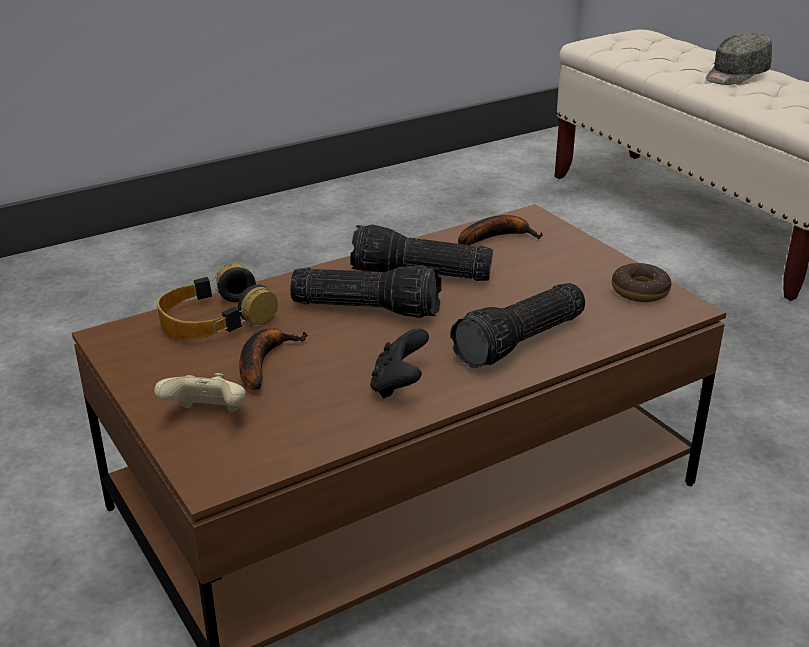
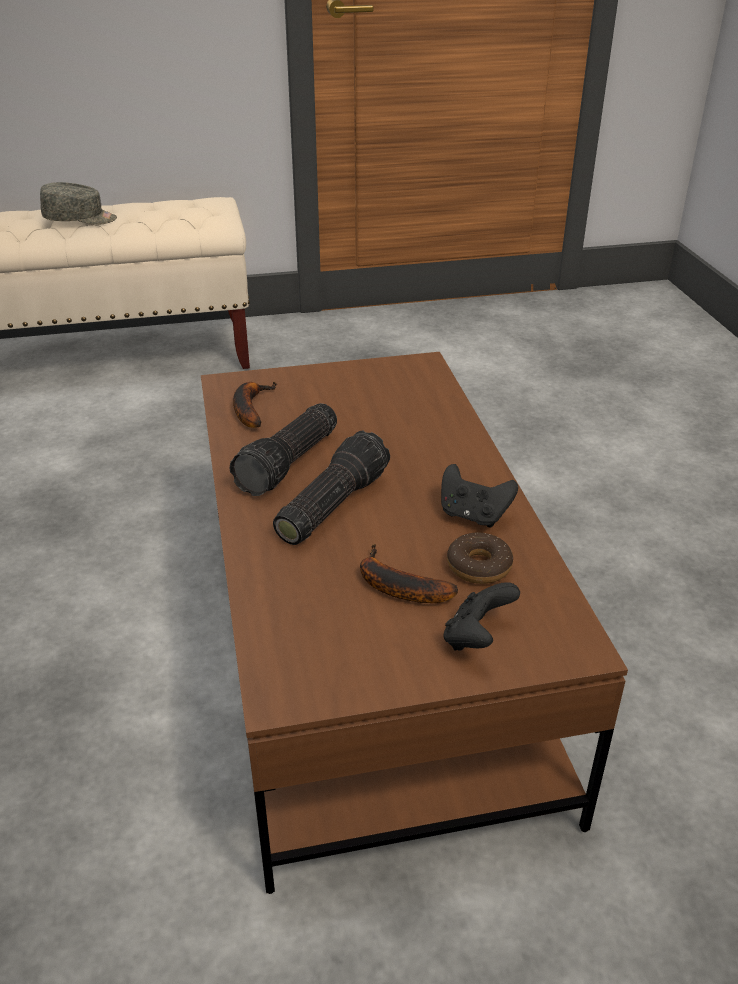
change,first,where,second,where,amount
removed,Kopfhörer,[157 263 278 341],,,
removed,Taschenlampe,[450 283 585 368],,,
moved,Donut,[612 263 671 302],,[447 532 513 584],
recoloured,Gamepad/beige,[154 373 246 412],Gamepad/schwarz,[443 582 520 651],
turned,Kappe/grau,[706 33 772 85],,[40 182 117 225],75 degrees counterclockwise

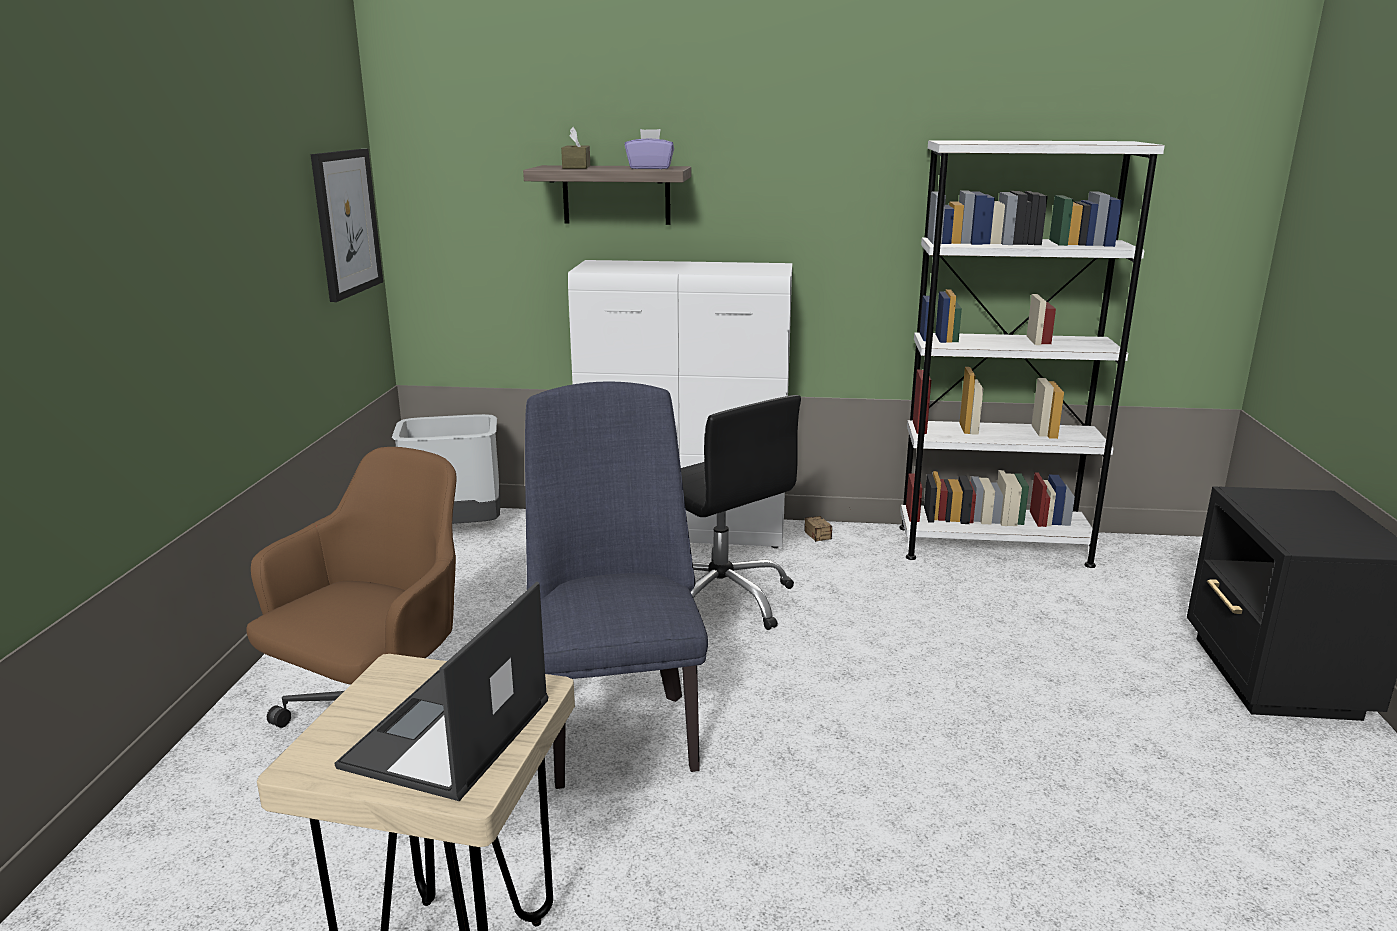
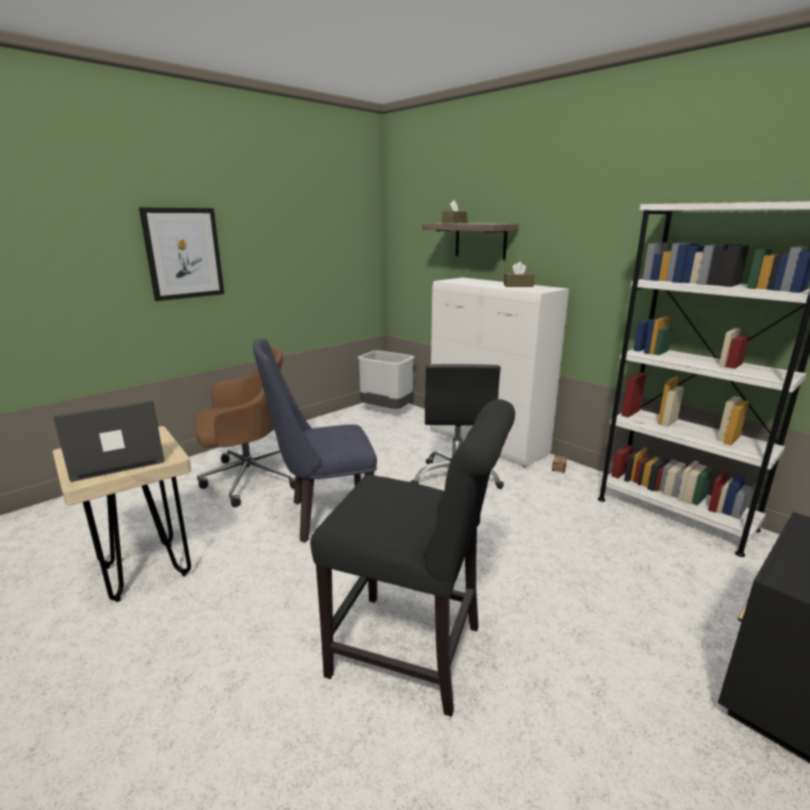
change,first,where,second,where,amount
removed,Taschentuchbox/lila,[625 129 674 169],,,
added,,,Stuhl/schwarz,[310 399 515 717],
added,,,Taschentuchbox/braun,[504 262 535 287],
moved,Bild,[311 149 383 302],,[139 207 224 301],
turned,Stuhl/blau,[525 381 708 789],,[253 339 377 543],135 degrees counterclockwise

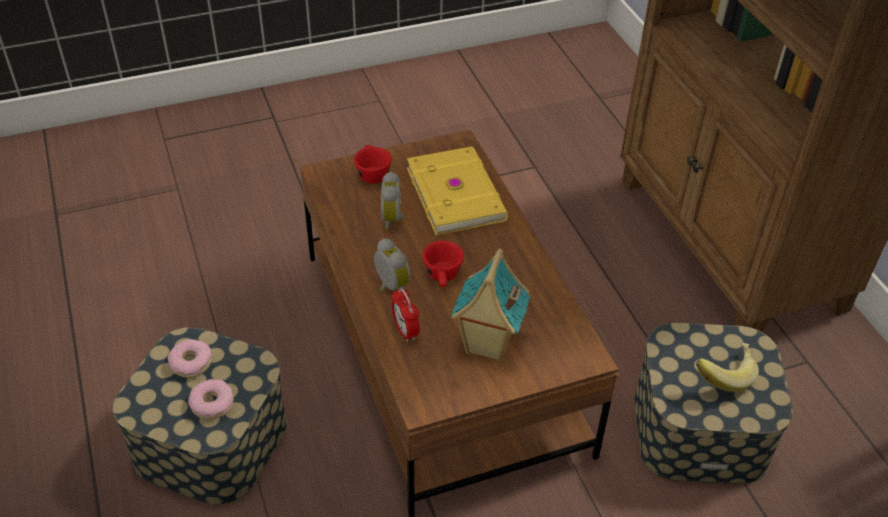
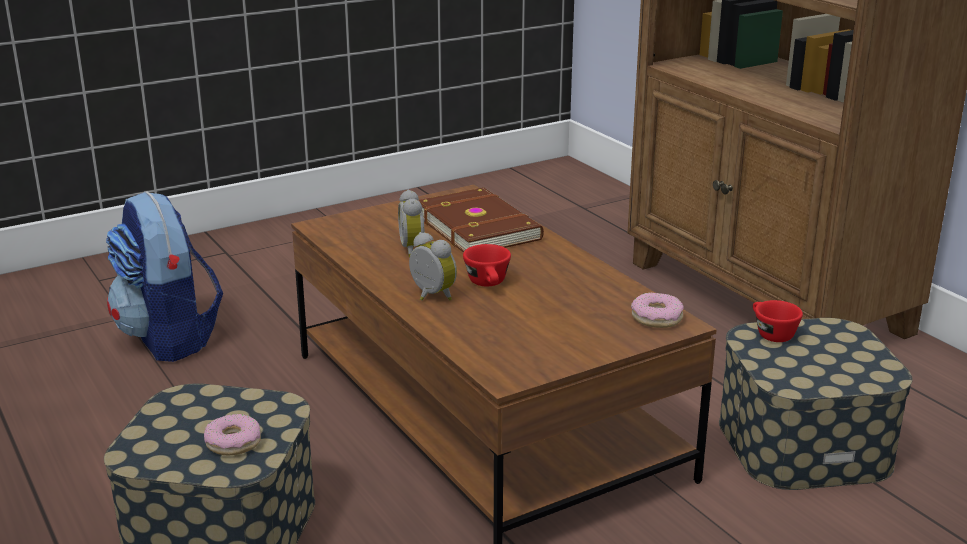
change,first,where,second,where,amount
removed,Wecker,[392 288 420 343],,,
removed,Spielzeughaus,[451 249 530 362],,,
removed,Banane,[696 343 759 392],,,
added,,,Rucksack,[106 191 223 362],
moved,Donut,[168 339 212 378],,[631 292 684 328],
moved,Tasse/rot,[354 145 392 184],,[753 300 803 342],
recoloured,Buch/gelb,[407 146 508 235],Buch/braun,[418 187 544 253],

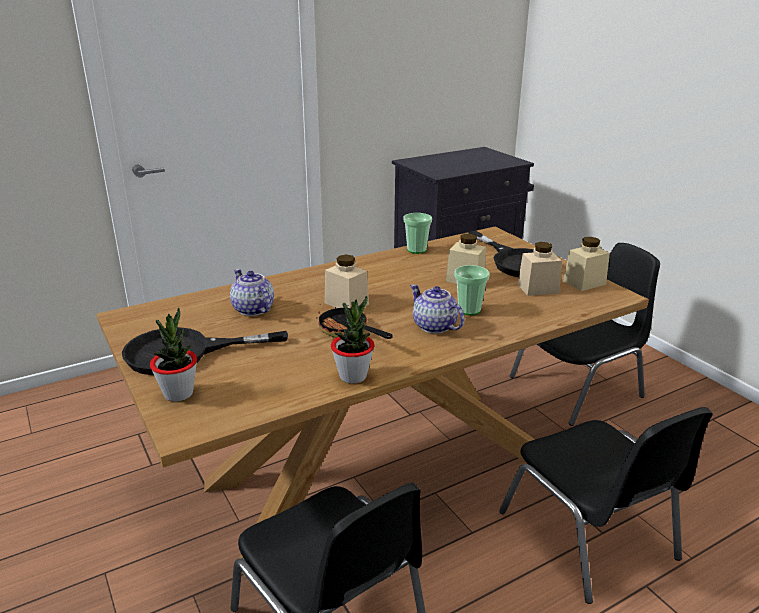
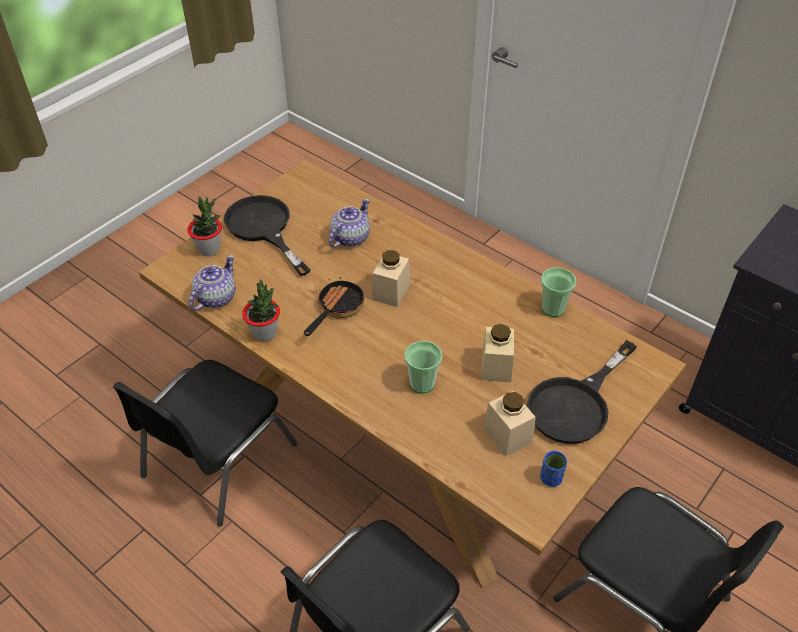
change,first,where,second,where,amount
moved,Teekanne,[410 284 465 334],,[189 255 235 311],
replaced,Vorratsglas/beige,[563 237 610 291],Tasse/blau,[540 451 567 487],

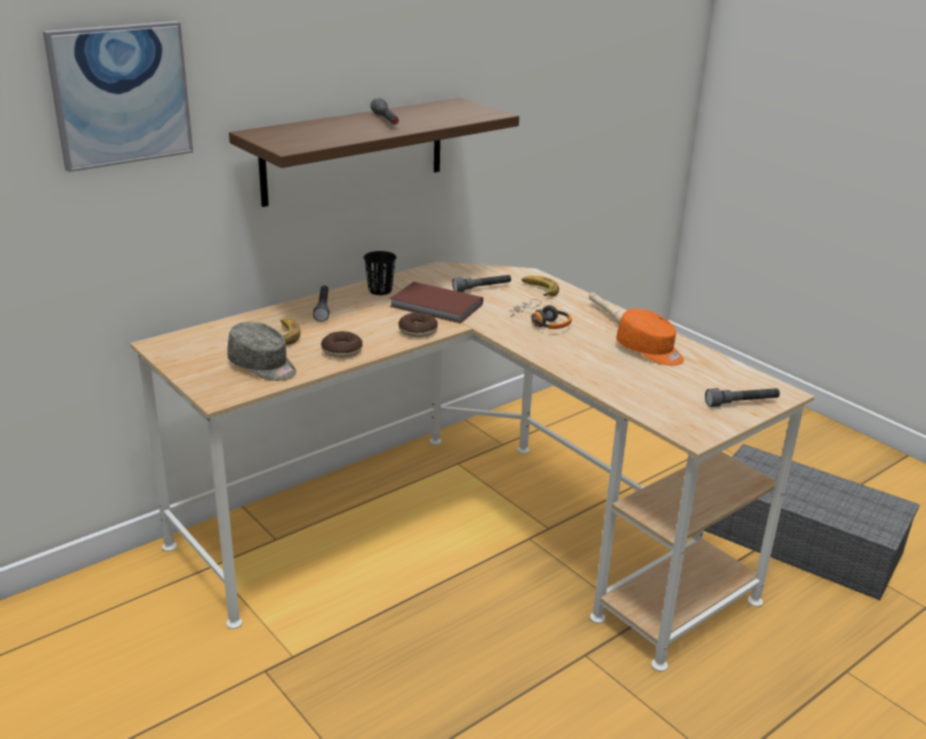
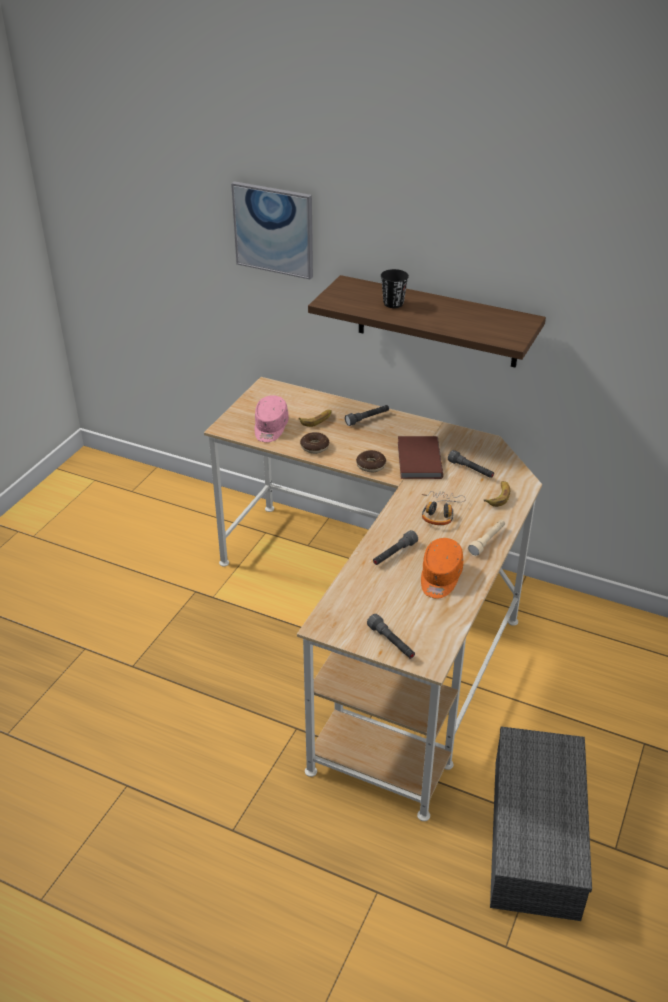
change,first,where,second,where,amount
moved,Tasse/schwarz,[364 251 397 295],,[381 269 409 308],
moved,Taschenlampe/grau,[370 98 399 125],,[373 530 418 565],
recoloured,Kappe/grau,[227 322 296 381],Kappe/rosa,[255 395 289 442],

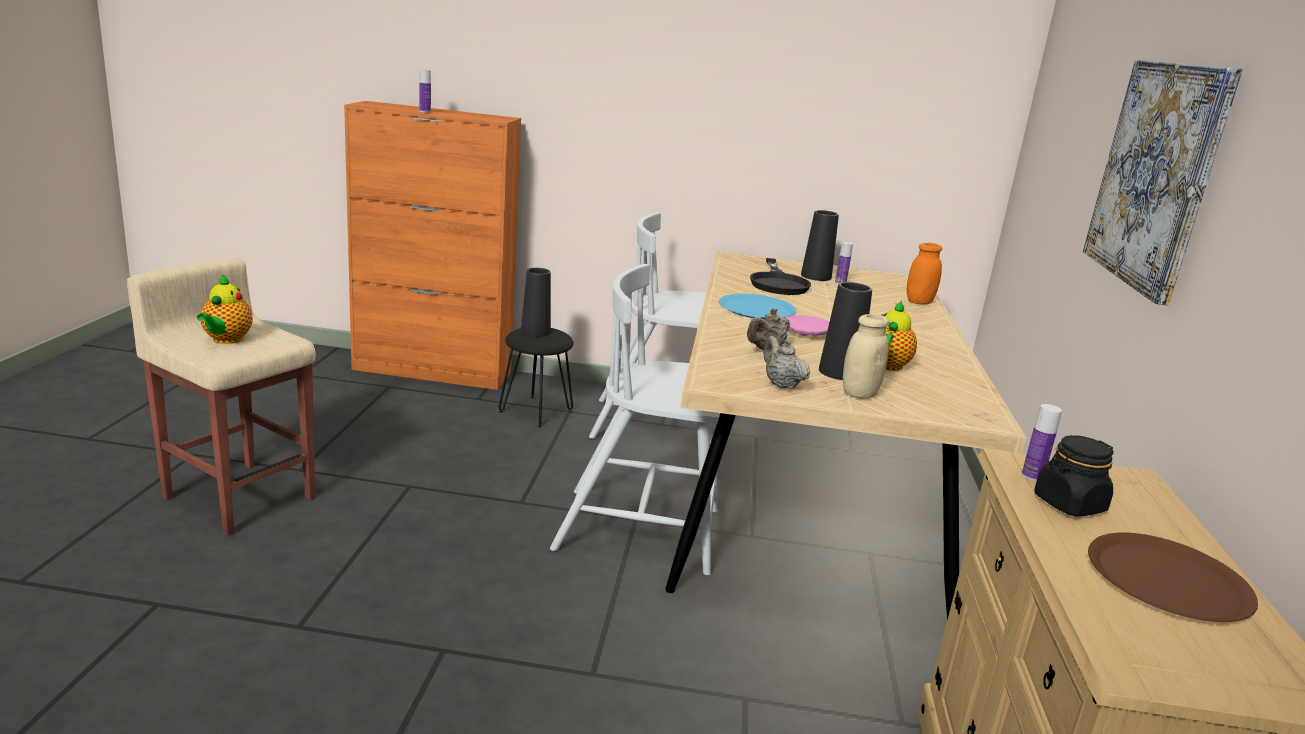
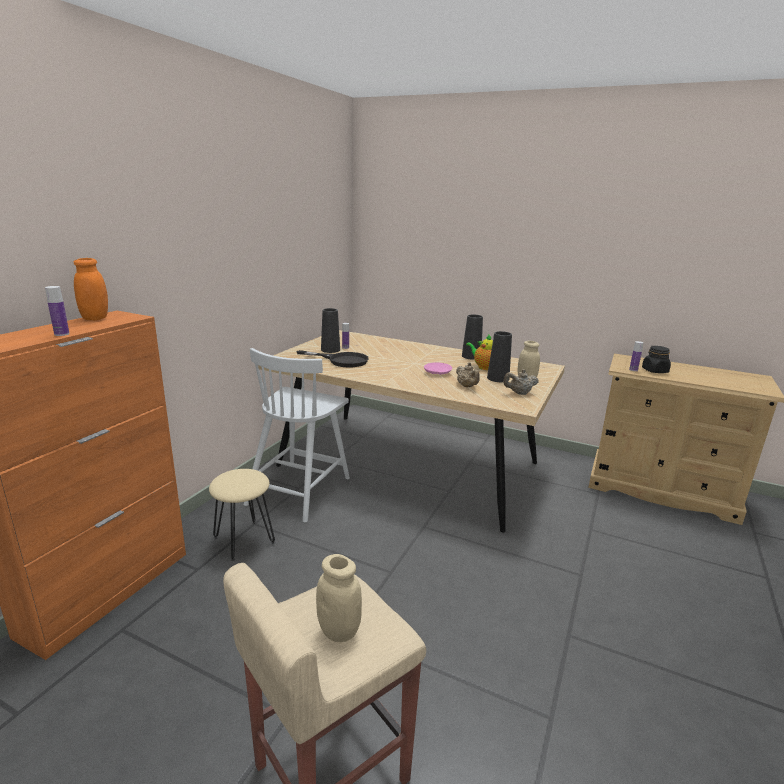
change,first,where,second,where,amount
removed,Stuhl/weiß,[550 264 720 576],,,
removed,Teller/blau,[719 294 796 319],,,
removed,Bild,[1083 60 1243 305],,,
removed,Teller/braun,[1088 532 1258 622],,,
moved,Vase/schwarz,[521 268 551 337],,[462 315 483 360],
moved,Vorratsglas/orange,[907 243 942 304],,[74 258 108 320],
replaced,Teekanne,[197 275 253 344],Vorratsglas/beige,[316 554 362 642],
recoloured,Hocker/schwarz,[498 328 574 428],Hocker/beige,[209 469 275 561],

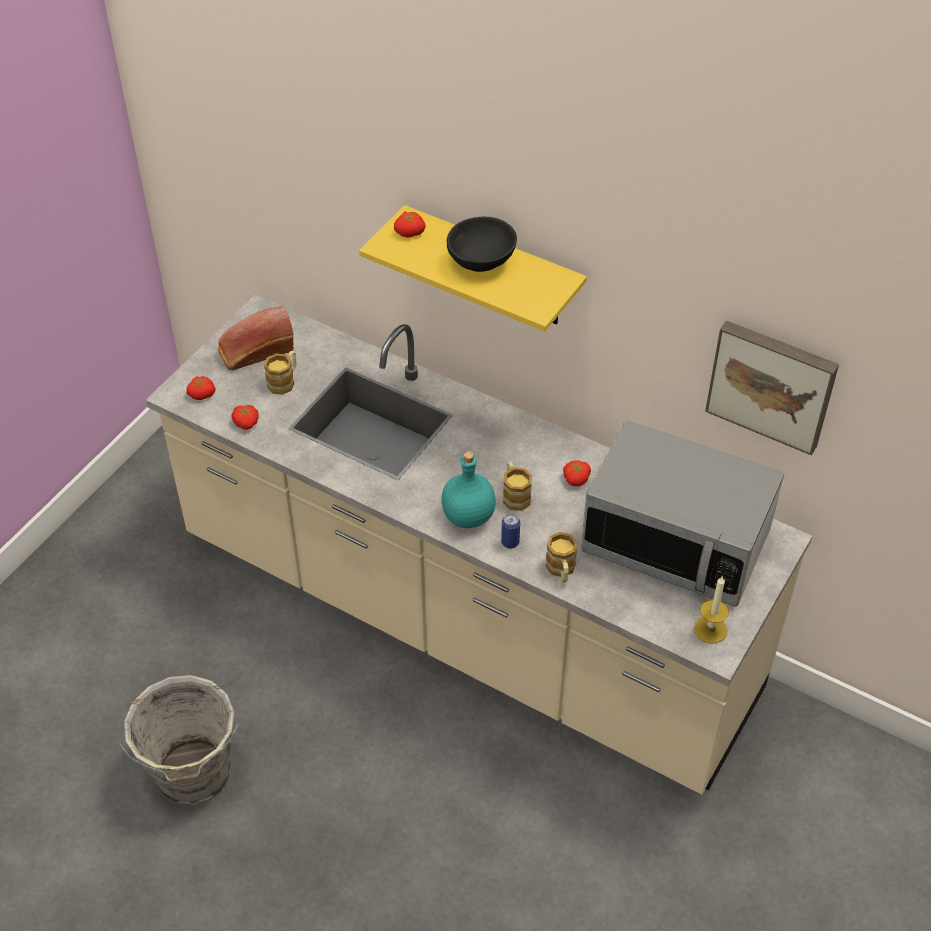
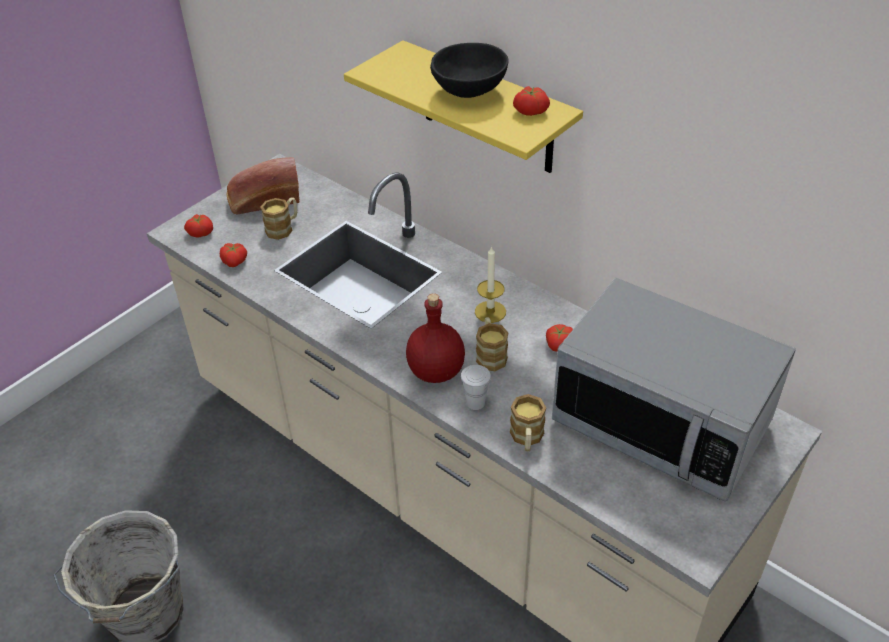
change,first,where,second,where,amount
removed,Bild,[705 320 839 455],,,
moved,Tomate,[394 211 426 238],,[513 86 550 116],
moved,Kerze,[694 577 729 644],,[475 246 506 323],
replaced,Dose,[501 513 520 549],Tasse/weiß,[461 365 491 410],
recoloured,Flasche/türkis,[441 451 496 528],Flasche/rot,[406 293 465 383],

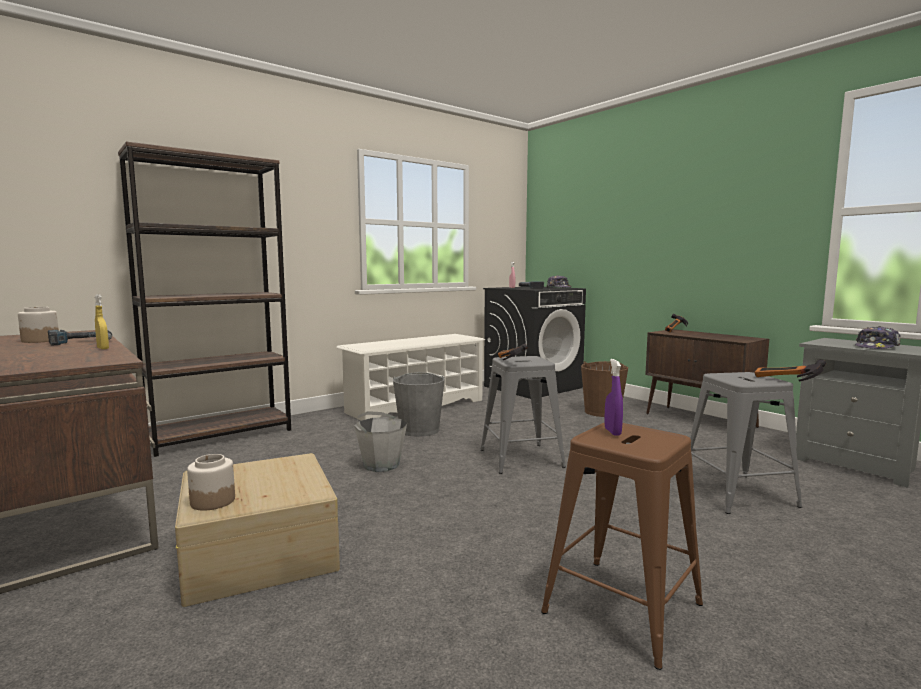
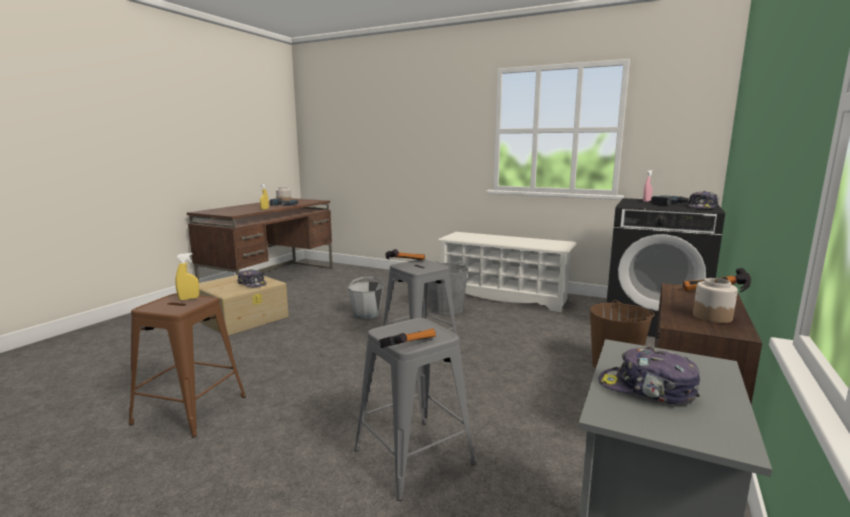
change,first,where,second,where,amount
removed,Bücherregal/braun,[118 141 291 457],,,
added,,,Kappe,[238 269 266 287],
moved,Vorratsglas,[187 454 235 511],,[693 278 738 323],
recoloured,Sprühflasche/lila,[604 359 623 436],Sprühflasche/gelb,[175 253 199 300],

